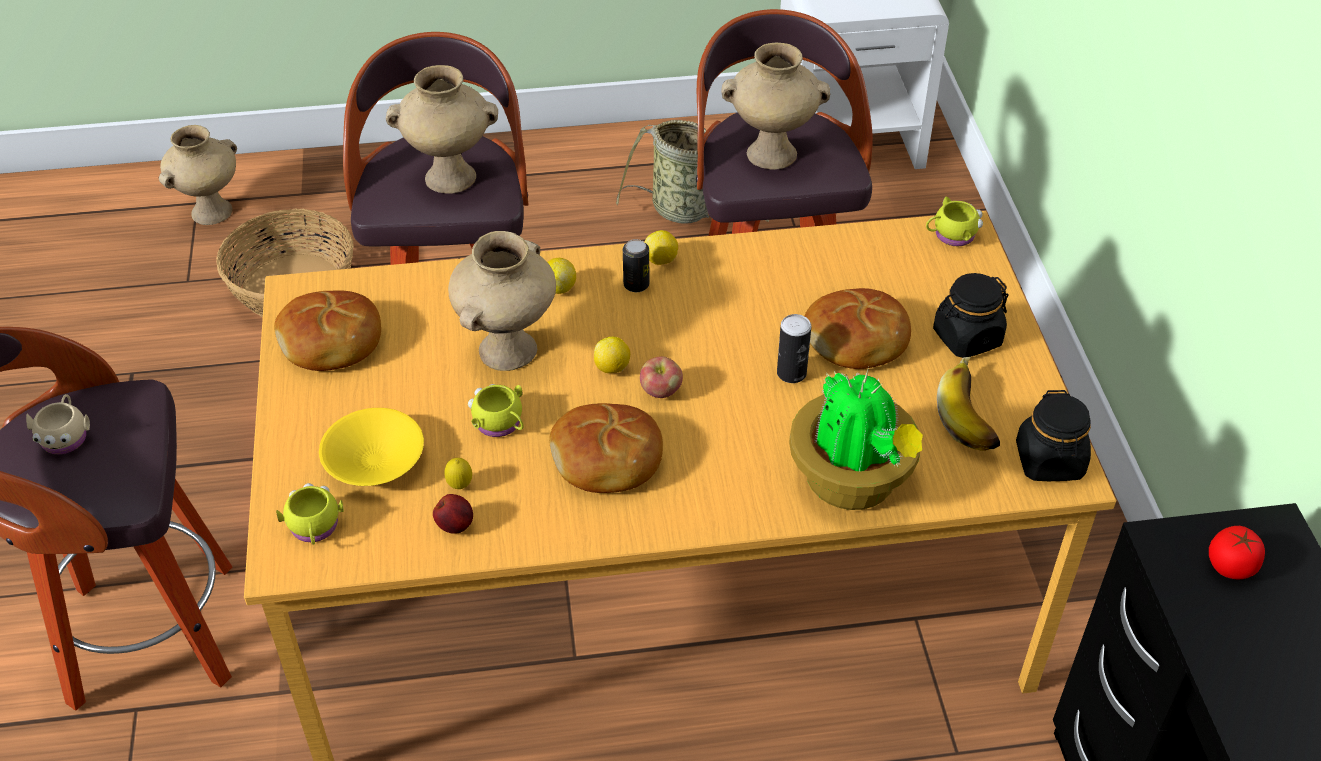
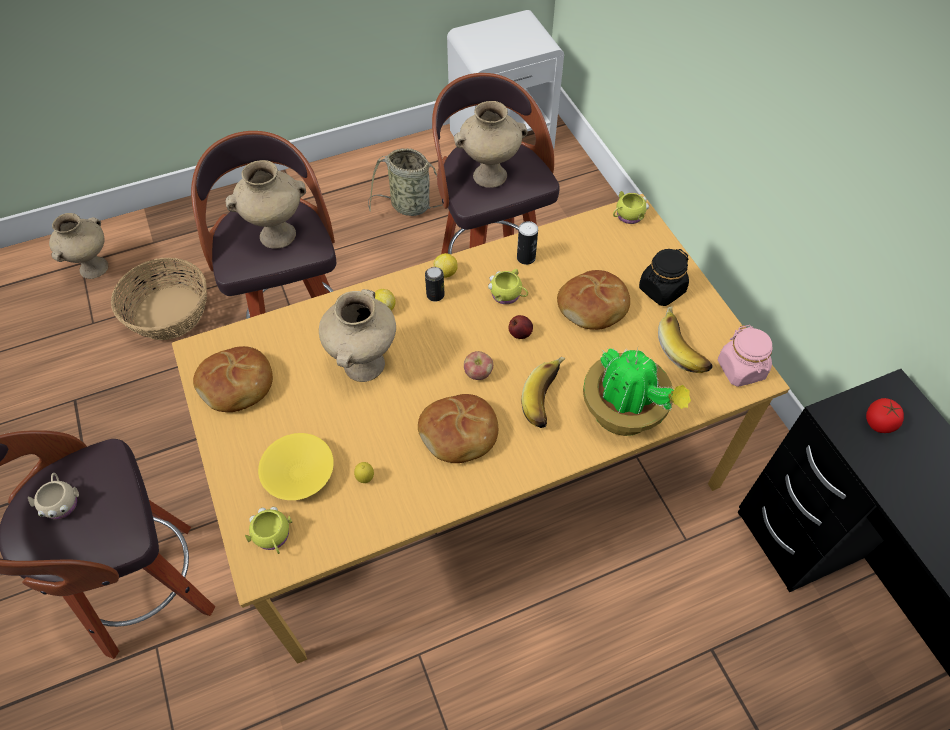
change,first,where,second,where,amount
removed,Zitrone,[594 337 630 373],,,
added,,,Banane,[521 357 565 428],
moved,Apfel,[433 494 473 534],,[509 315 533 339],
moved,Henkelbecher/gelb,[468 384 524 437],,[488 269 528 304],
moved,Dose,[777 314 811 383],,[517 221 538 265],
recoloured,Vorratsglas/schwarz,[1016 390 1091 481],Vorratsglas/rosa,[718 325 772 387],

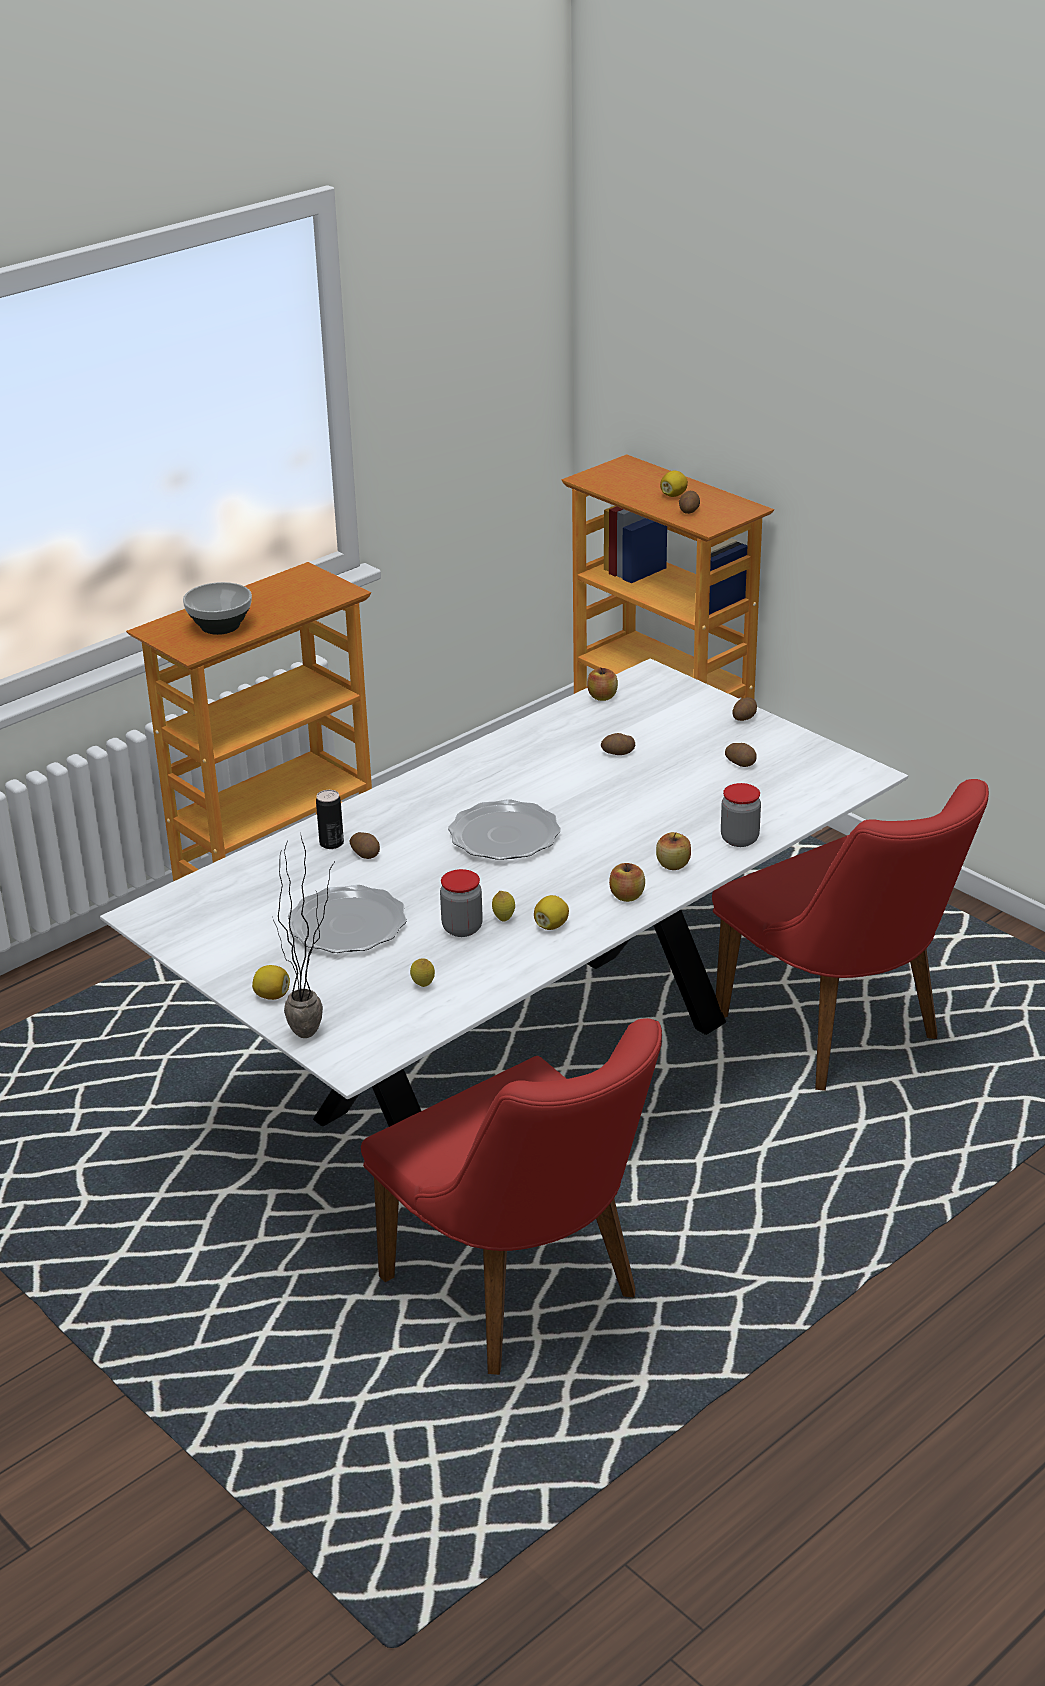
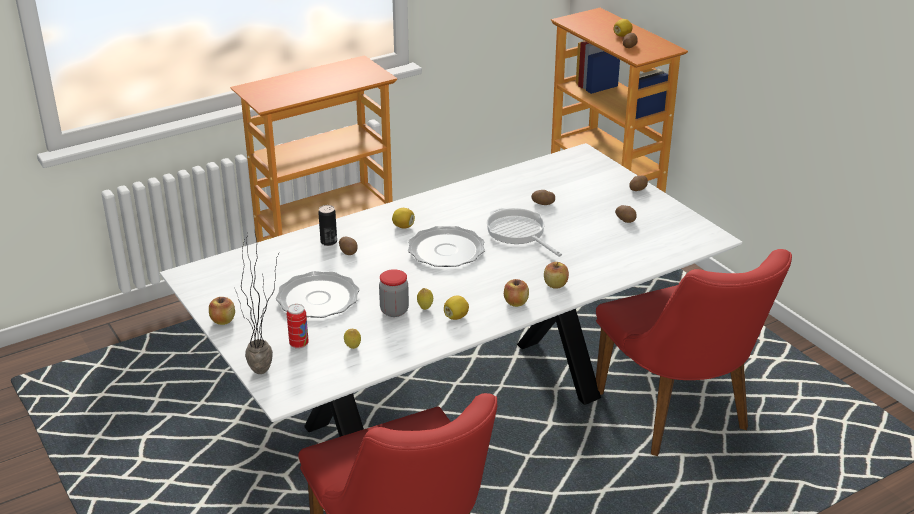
change,first,where,second,where,amount
removed,Schüssel,[183 582 252 635],,,
removed,Vorratsglas,[721 783 761 847],,,
added,,,Dose,[287 304 309 349],
added,,,Pfanne,[487 208 562 257],
moved,Zitrone,[252 965 290 1000],,[392 208 415 228],
moved,Apfel,[587 668 618 701],,[209 297 235 325],

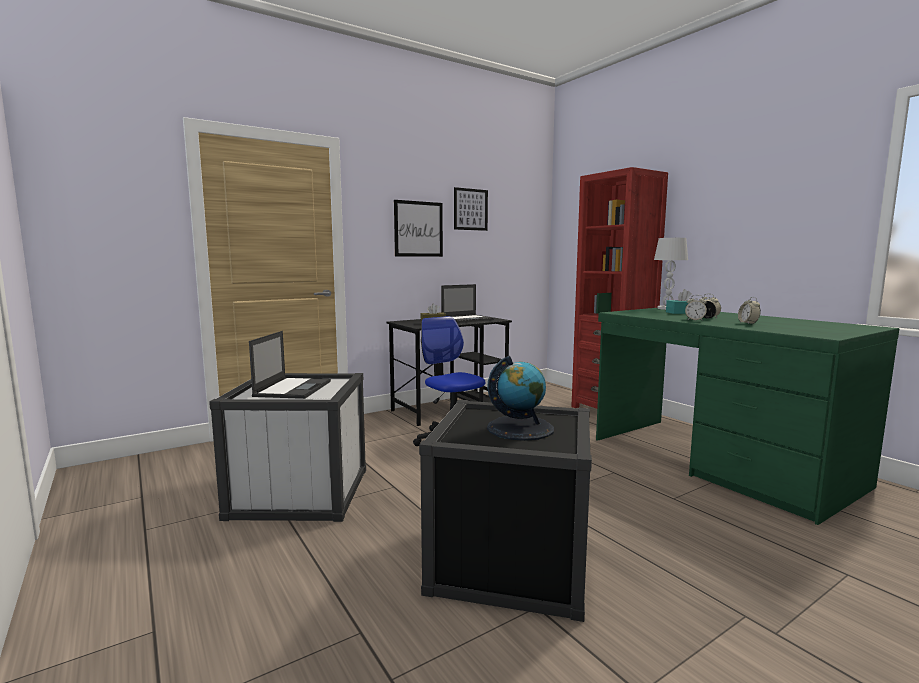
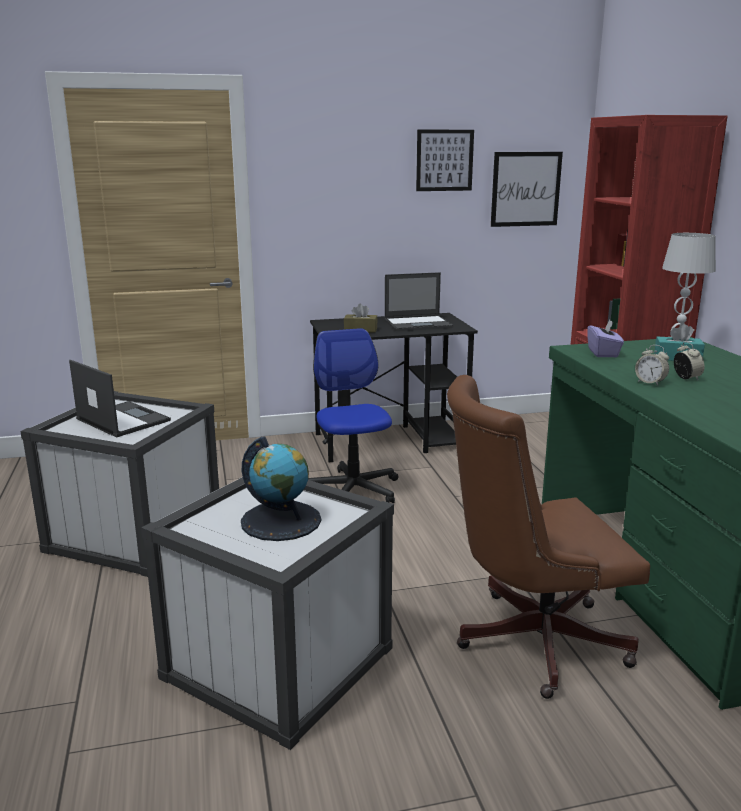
change,first,where,second,where,amount
removed,Wecker,[738 297 761 324],,,
added,,,Bürostuhl/braun,[447 375 650 699],
added,,,Taschentuchbox/lila,[587 319 624 357],
moved,Bild,[394 200 443 257],,[491 152 563 227],
recoloured,Aufbewahrungsbox/schwarz,[419 400 592 622],Aufbewahrungsbox/weiß,[141 477 394 750],
turned,Laptop,[249 331 331 399],,[69 360 171 437],75 degrees counterclockwise

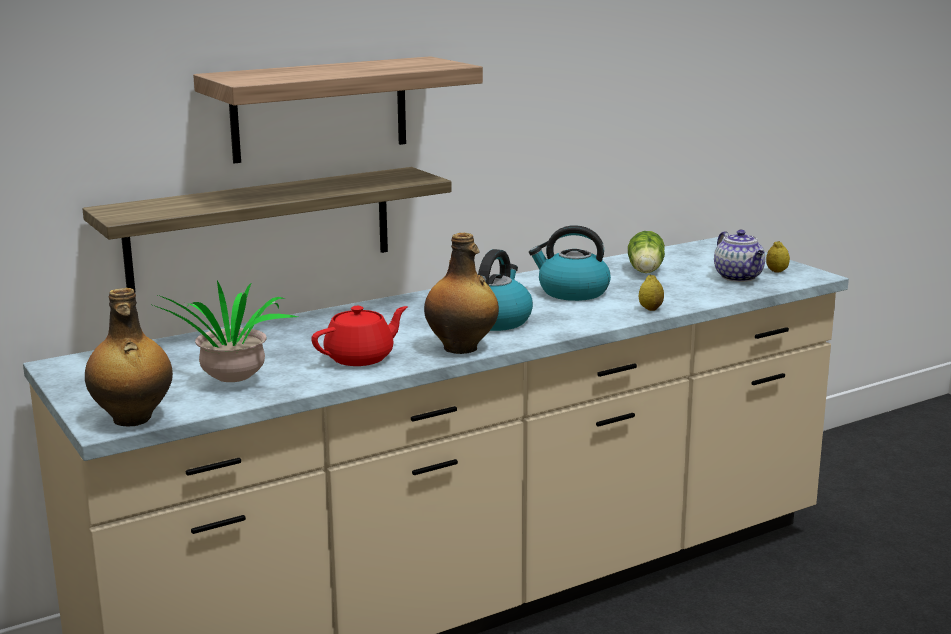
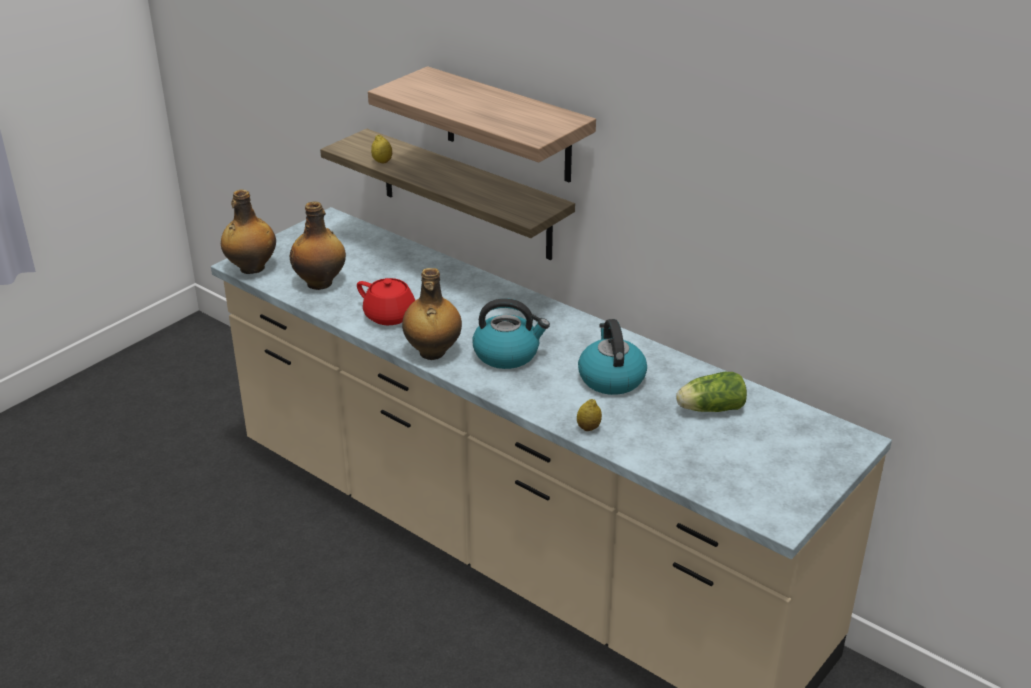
change,first,where,second,where,amount
removed,Teekanne,[714 230 765 282],,,
moved,Zitrone,[766 241 790 273],,[371 135 392 163],
replaced,Topfpflanze,[153 281 298 382],Flasche,[290 201 346 290],

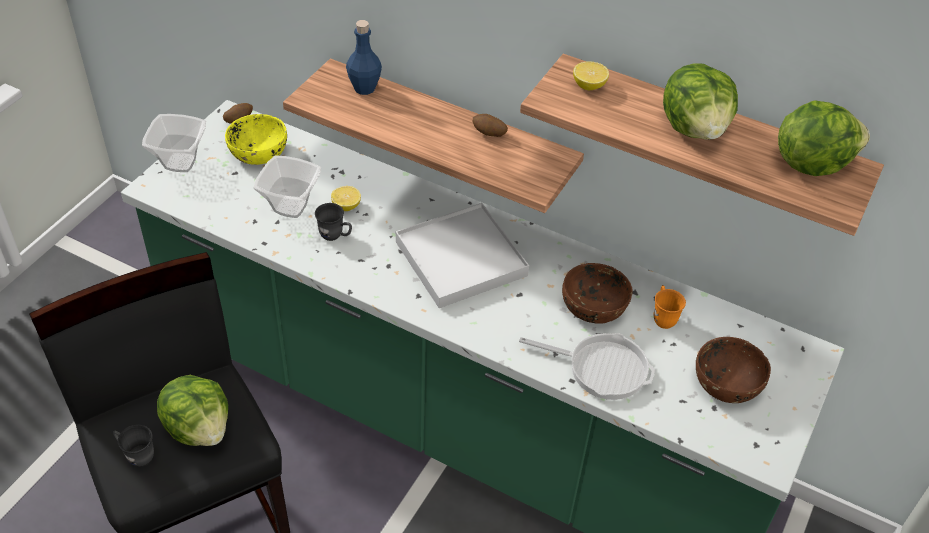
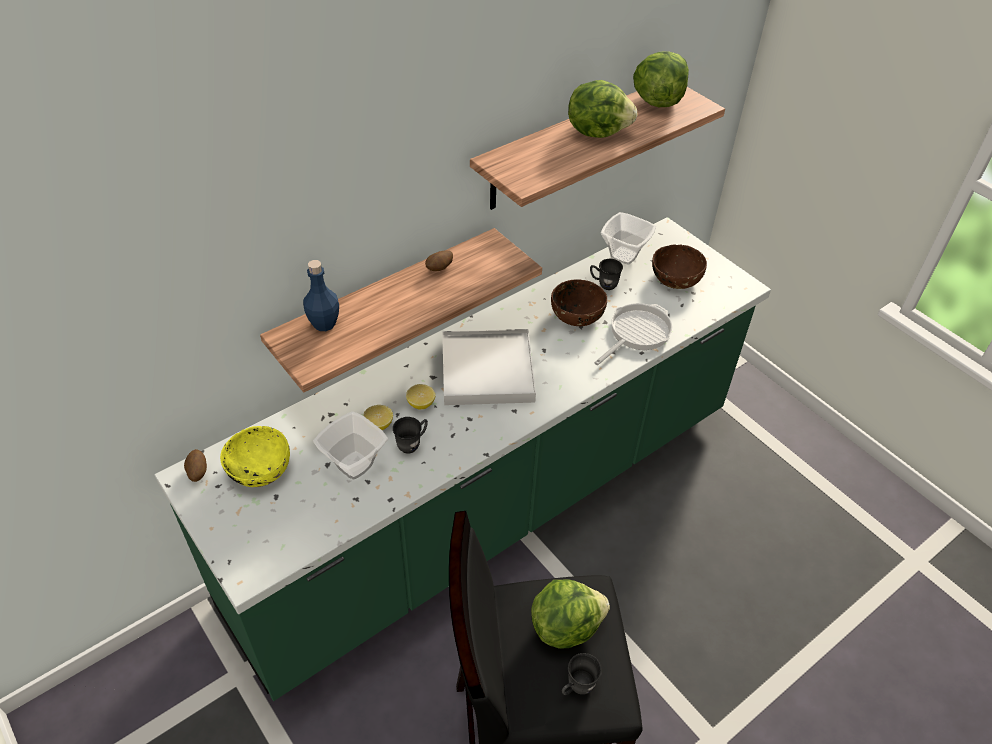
change,first,where,second,where,amount
moved,Schüssel,[142 114 206 172],,[601 212 656 265],
moved,Zitrone,[573 61 609 90],,[406 384 435 409],
recoloured,Henkelbecher/orange,[654 285 686 329],Henkelbecher/grau,[590 259 623 290],

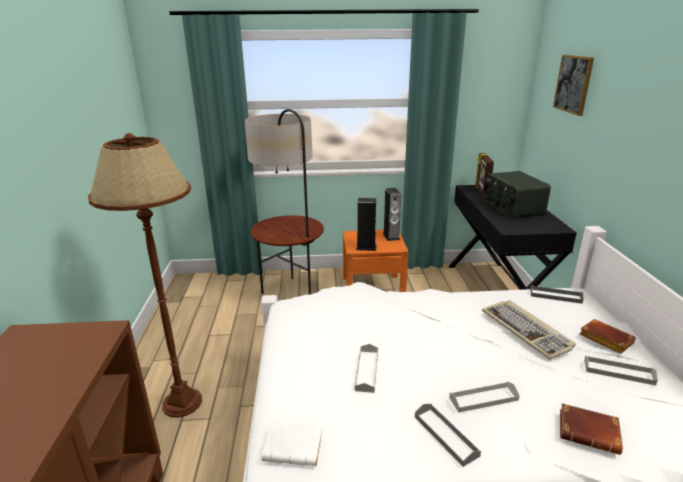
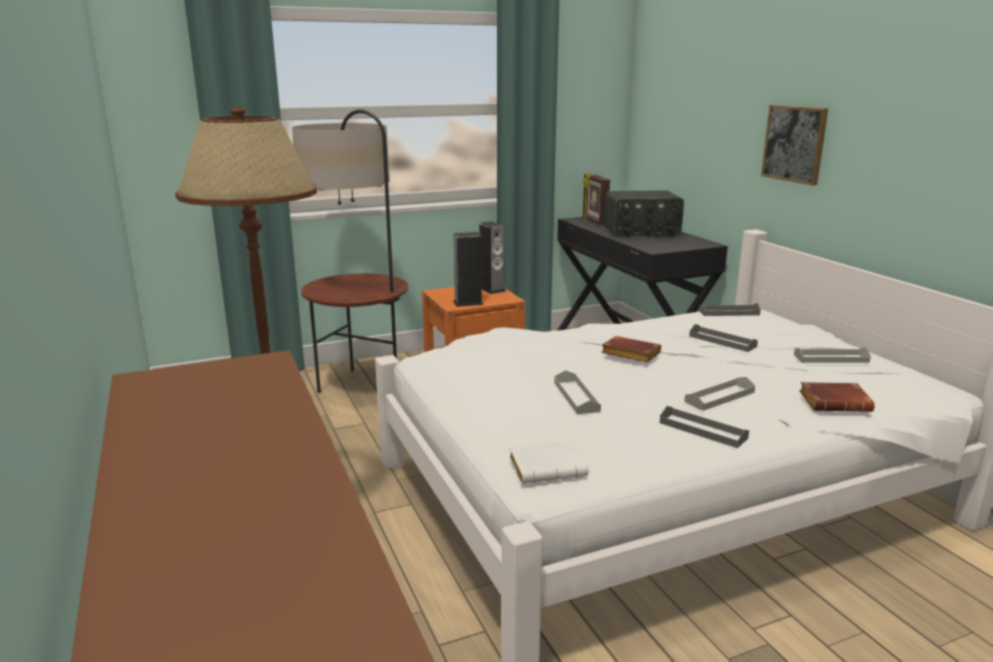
change,first,where,second,where,amount
moved,Bild,[553 55 594 116],,[761 105 828 186],
moved,Buch/braun,[579 319 636 354],,[601 336 661 362],
replaced,Tastatur,[482 300 576 360],Tablett/grau,[689 324 758 352],
turned,Radio,[484 171 551 218],,[604 190 684 238],60 degrees counterclockwise

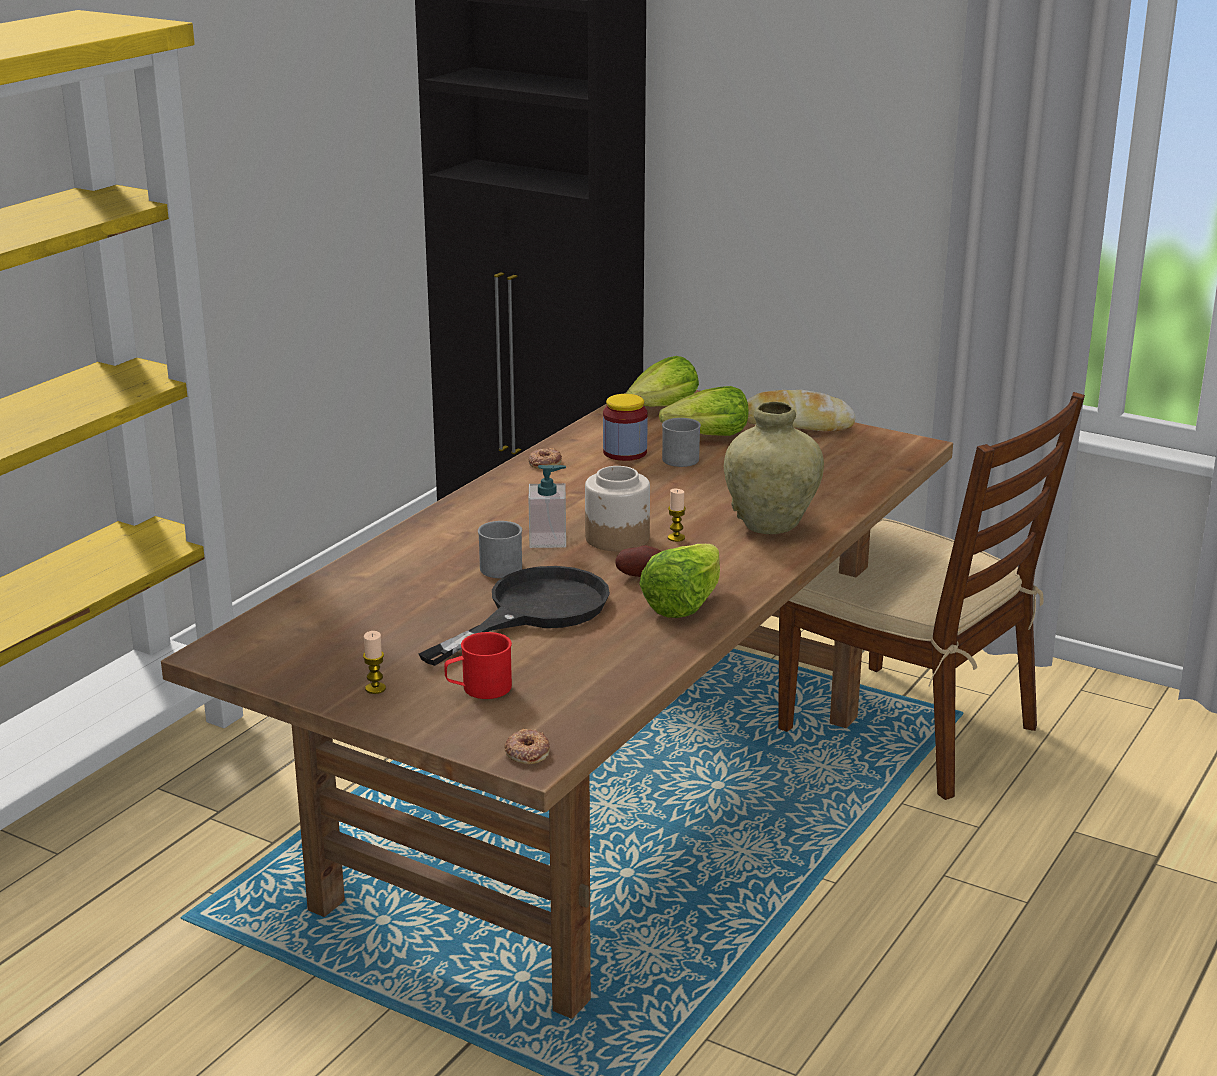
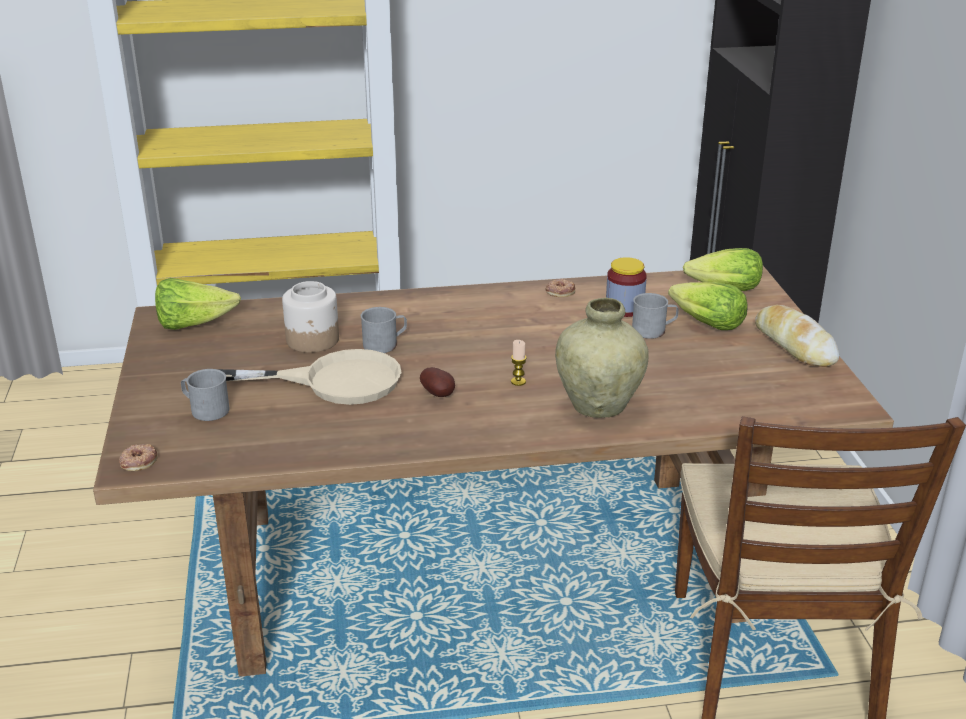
change,first,where,second,where,amount
removed,Kerze,[363 631 386 694],,,
removed,Seifenspender,[529 465 566 548],,,
moved,Vorratsglas,[585 466 650 551],,[282 281 339 353],
moved,Salatkopf,[639 544 720 618],,[155 278 241 330],
recoloured,Pfanne/schwarz,[419 566 610 666],Pfanne/beige,[217 349 402 405],
recoloured,Henkelbecher/rot,[444 632 512 699],Henkelbecher/grau,[181 369 229 421],

